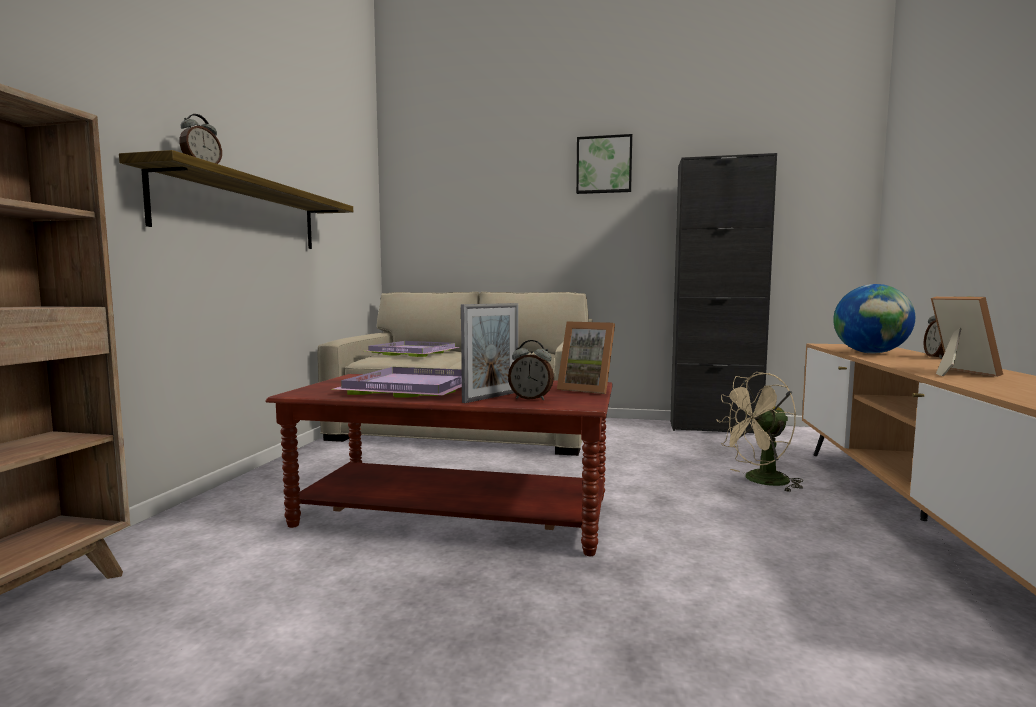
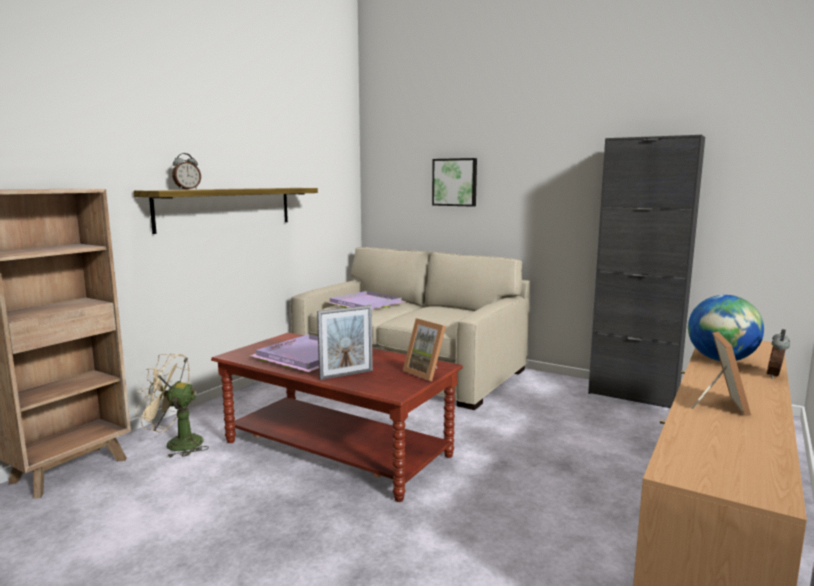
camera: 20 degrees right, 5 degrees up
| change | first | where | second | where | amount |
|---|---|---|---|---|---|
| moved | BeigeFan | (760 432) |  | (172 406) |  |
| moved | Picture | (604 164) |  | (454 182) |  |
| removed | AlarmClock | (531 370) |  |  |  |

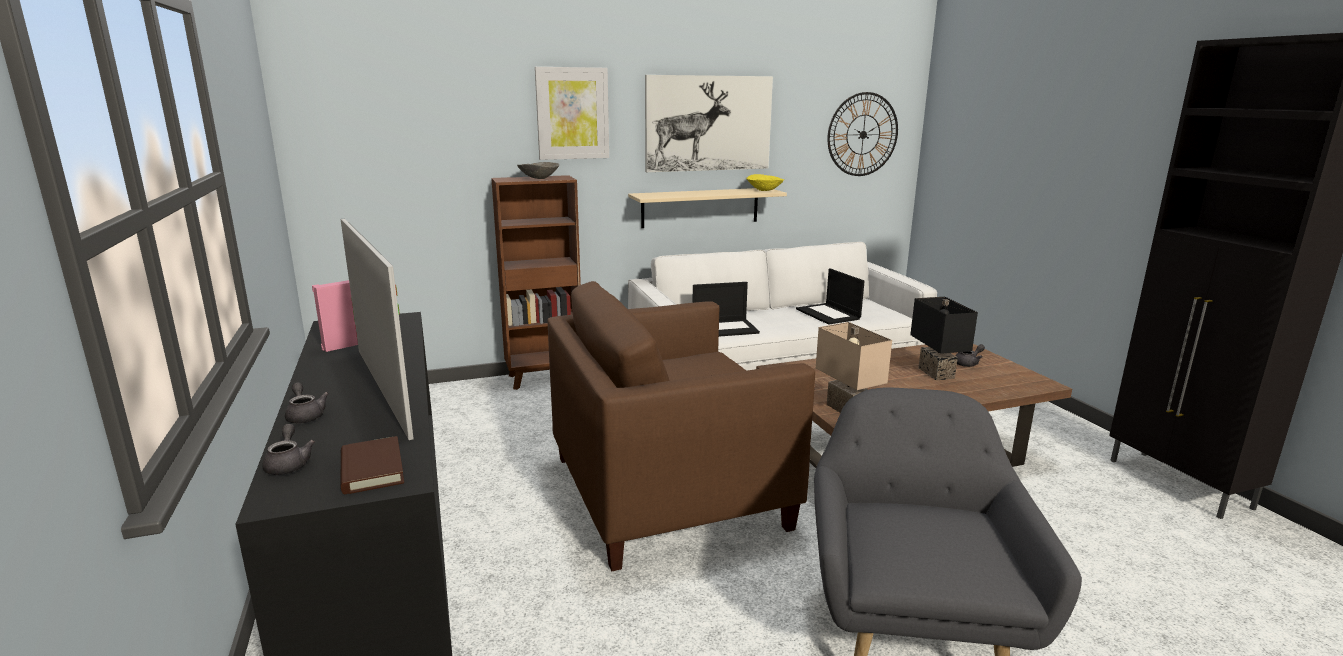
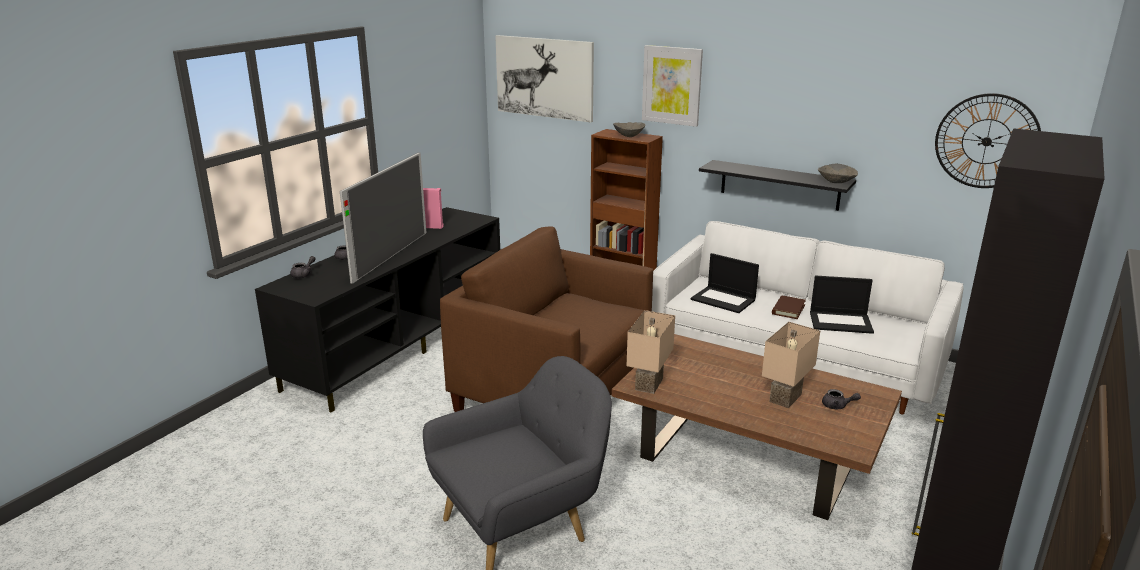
camera: 50 degrees right, 5 degrees up
| change | first | where | second | where | amount |
|---|---|---|---|---|---|
| moved | Picture | (709 123) |  | (544 78) |  |
| recoloured | BeigeShelf | (707 208) | BlackShelf | (777 185) |  |
| recoloured | BlackTableLamp | (944 338) | BeigeTableLamp | (791 365) |  |
| moved | BrownBook | (372 465) |  | (789 307) |  |
| turned | Laptop | (830 296) |  | (842 304) | 105 degrees counterclockwise |
| recoloured | YellowBowl | (765 182) | GreyBowl | (838 173) |  |

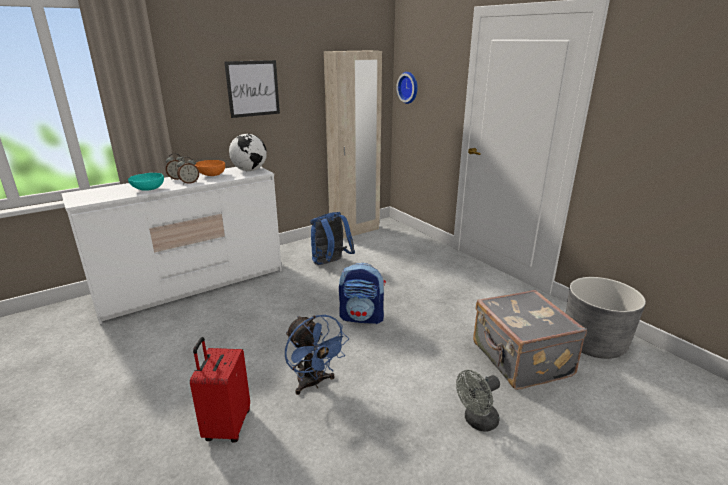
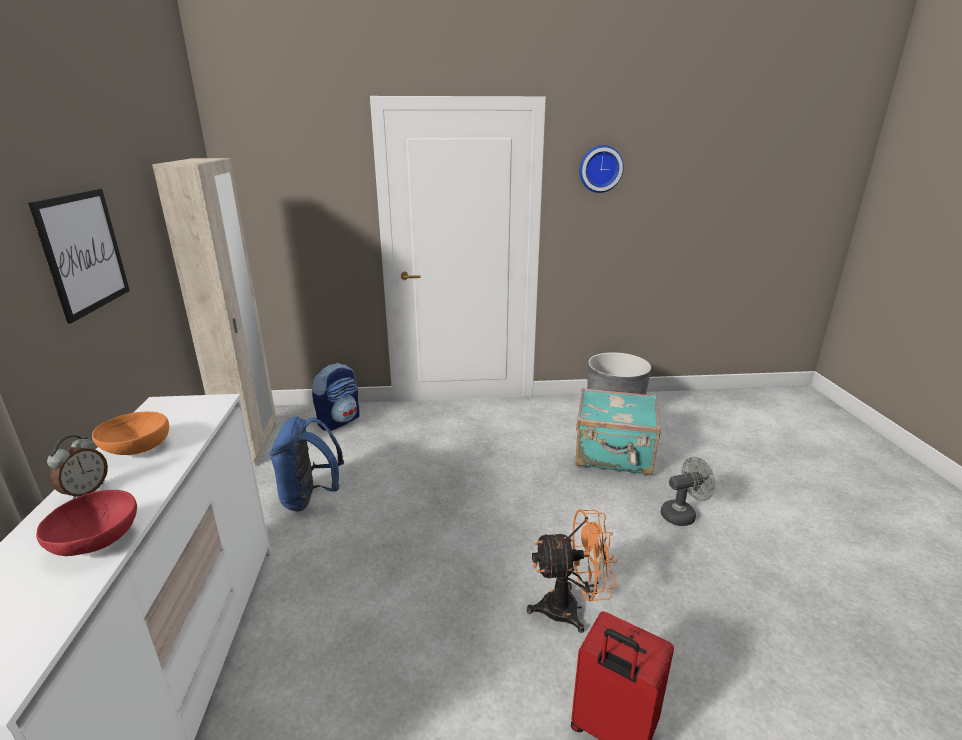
camera: 60 degrees left, 0 degrees up
| change | first | where | second | where | amount |
|---|---|---|---|---|---|
| recoloured | TurquoiseBowl | (146 182) | RedBowl | (86 523) |  |
| moved | Backpack | (362 293) |  | (335 397) |  |
| recoloured | BlueFan | (317 355) | OrangeFan | (572 571) |  |
| recoloured | GreySuitcase | (530 340) | TurquoiseSuitcase | (618 431) |  |
| moved | WallClock | (407 88) |  | (601 169) |  |
| turned | GreyFan | (478 400) |  | (688 491) | 105 degrees counterclockwise |
| removed | AlarmClock | (188 170) |  |  |  |
| removed | Globe | (248 152) |  |  |  |

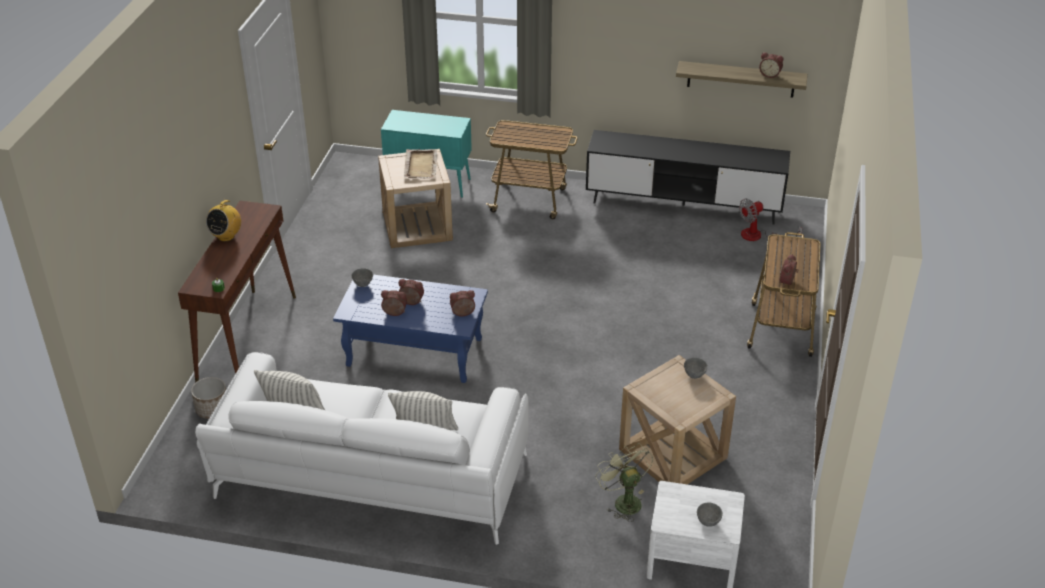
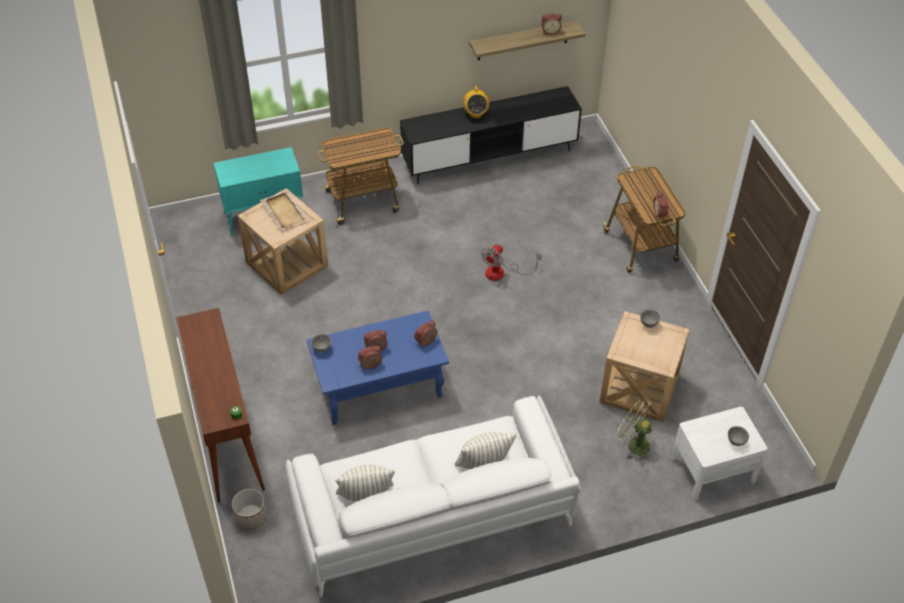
camera: 30 degrees left, 10 degrees up
| change | first | where | second | where | amount |
|---|---|---|---|---|---|
| moved | Radio | (223 219) |  | (476 102) |  |
| moved | Fan | (771 222) |  | (511 262) |  |

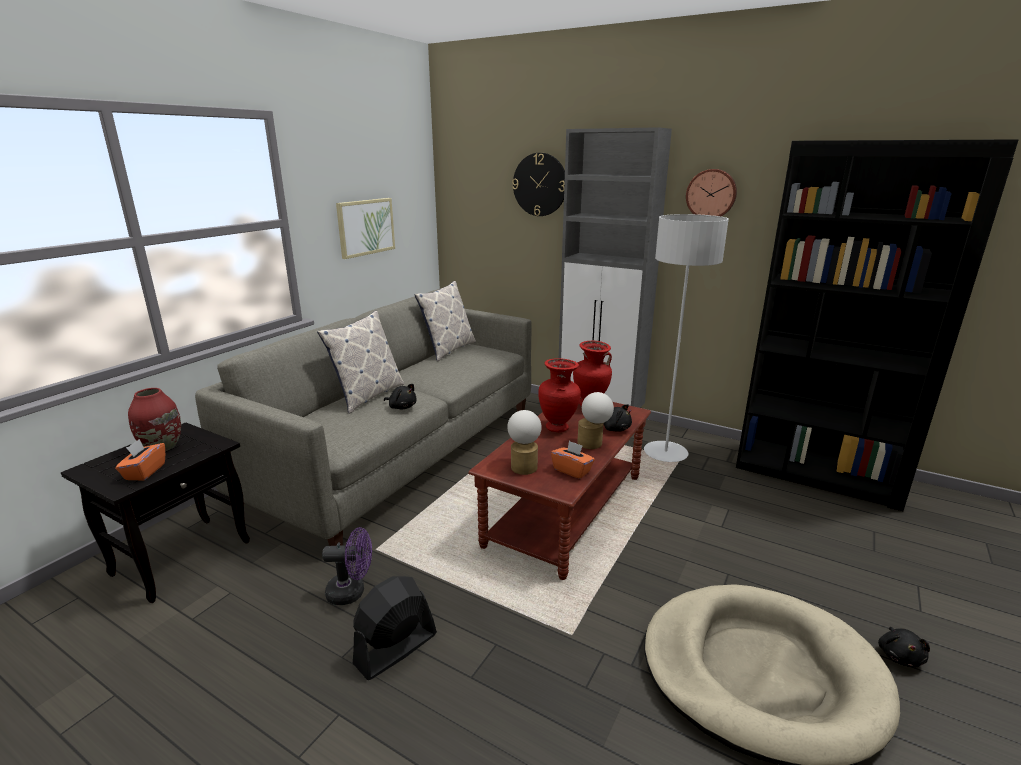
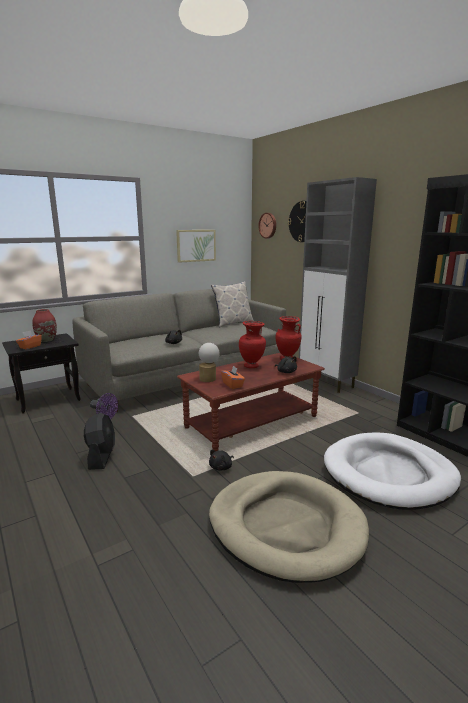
camera: 25 degrees right, 5 degrees down
| change | first | where | second | where | amount |
|---|---|---|---|---|---|
| turned | BlackFan | (395 628) |  | (99 441) | 105 degrees clockwise |
| moved | BlackPlushToy | (904 647) |  | (221 460) |  |
| moved | WallClock | (711 192) |  | (267 226) |  |
| added |  |  | WhiteDogBed | (392 471) |  |
| removed | Pillow | (360 362) |  |  |  |
| removed | TableLamp | (595 420) |  |  |  |
| removed | GreyFloorLamp | (686 338) |  |  |  |

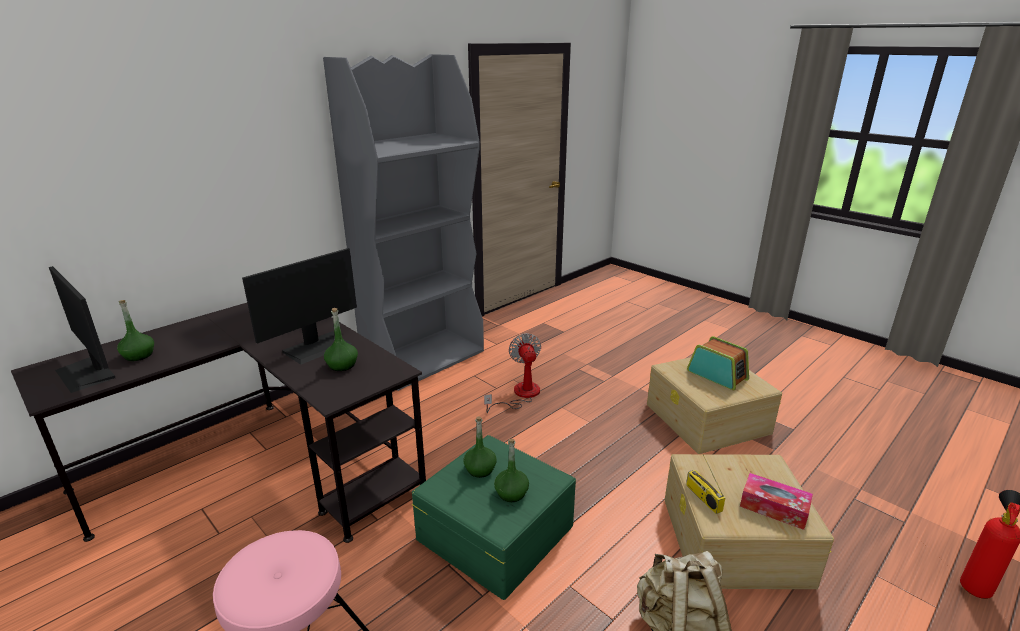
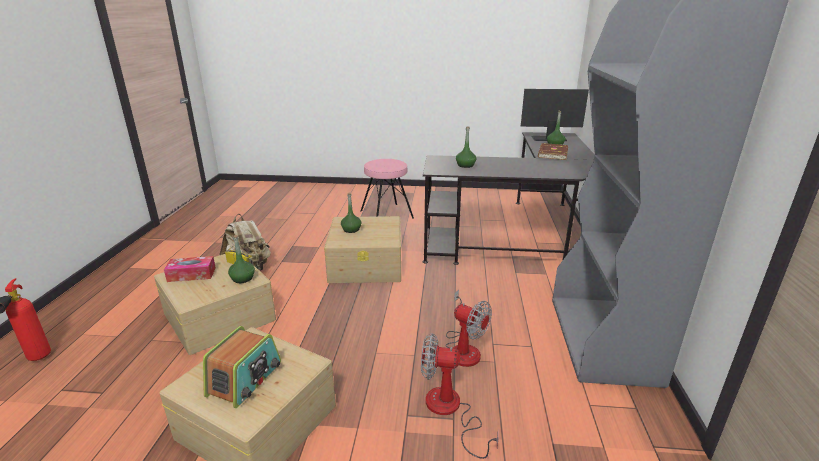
camera: 140 degrees right, 0 degrees up
| change | first | where | second | where | amount |
|---|---|---|---|---|---|
| turned | Radio | (718 363) |  | (242 367) | 75 degrees counterclockwise |
| moved | GreenBottle | (480 447) |  | (241 259) |  |
| recoloured | GreenStorageBox | (494 517) | BeigeStorageBox | (362 249) |  |
| added |  |  | Fan | (460 396) |  |
| added |  |  | BrownBook | (553 151) |  |
| removed | Monitor | (299 306) |  |  |  |

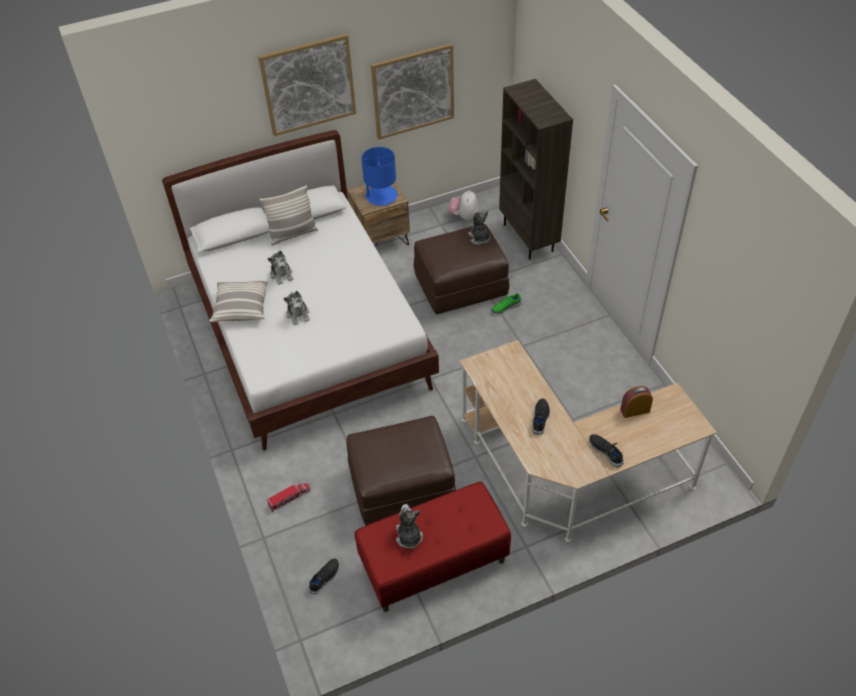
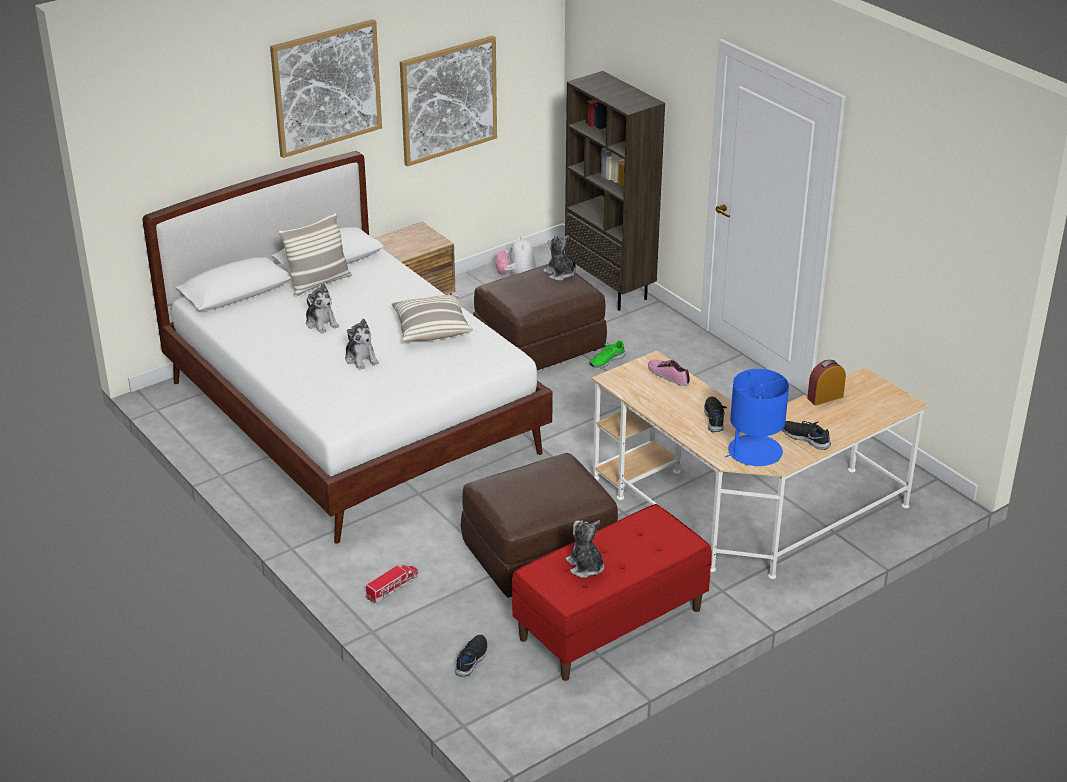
camera: 15 degrees left, 15 degrees down
| change | first | where | second | where | amount |
|---|---|---|---|---|---|
| moved | Pillow | (239 301) |  | (432 318) |  |
| added |  |  | Shoe | (669 373) |  |
| moved | BlueTableLamp | (379 176) |  | (757 417) |  |

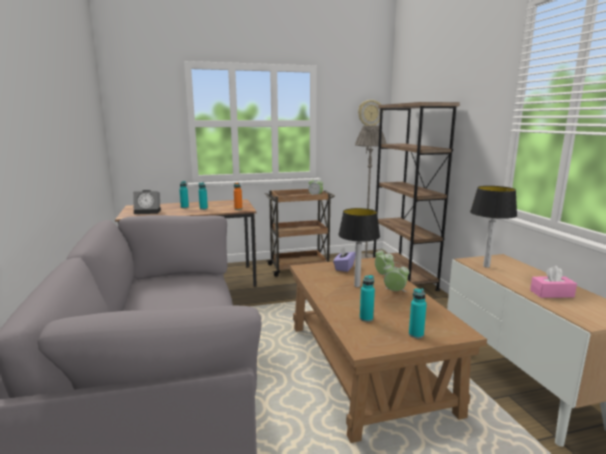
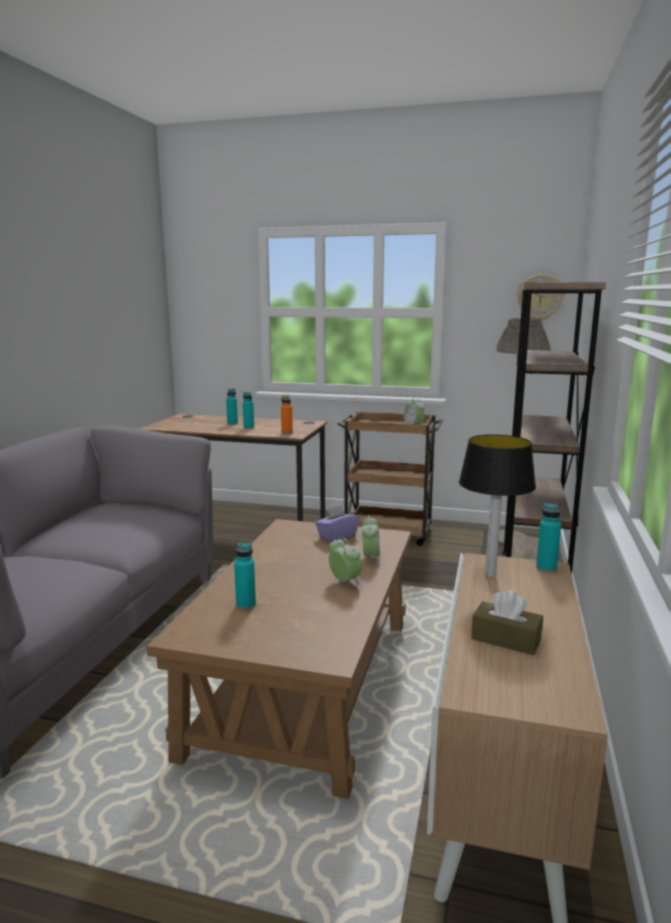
camera: 30 degrees right, 0 degrees up
| change | first | where | second | where | amount |
|---|---|---|---|---|---|
| recoloured | PinkTissueBox | (553 282) | BrownTissueBox | (507 622) |  |
| moved | TurquoiseBottle | (418 313) |  | (548 537) |  |
| removed | AlarmClock | (147 202) |  |  |  |
| removed | TableLamp | (359 247) |  |  |  |

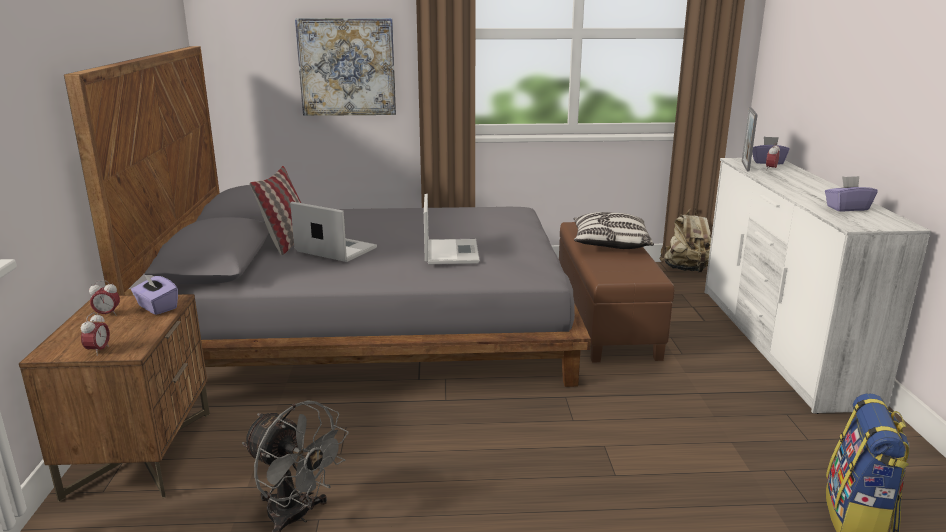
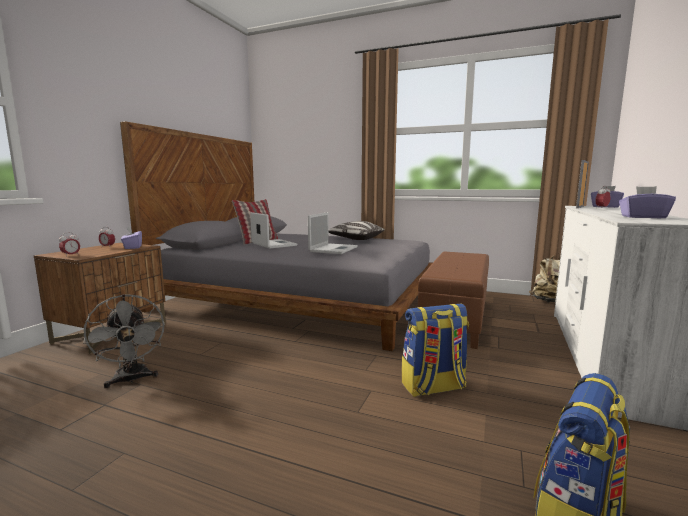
camera: 25 degrees right, 10 degrees down
| change | first | where | second | where | amount |
|---|---|---|---|---|---|
| moved | Pillow | (613 230) |  | (357 230) |  |
| added |  |  | Backpack | (435 350) |  |
| removed | Picture | (345 67) |  |  |  |

